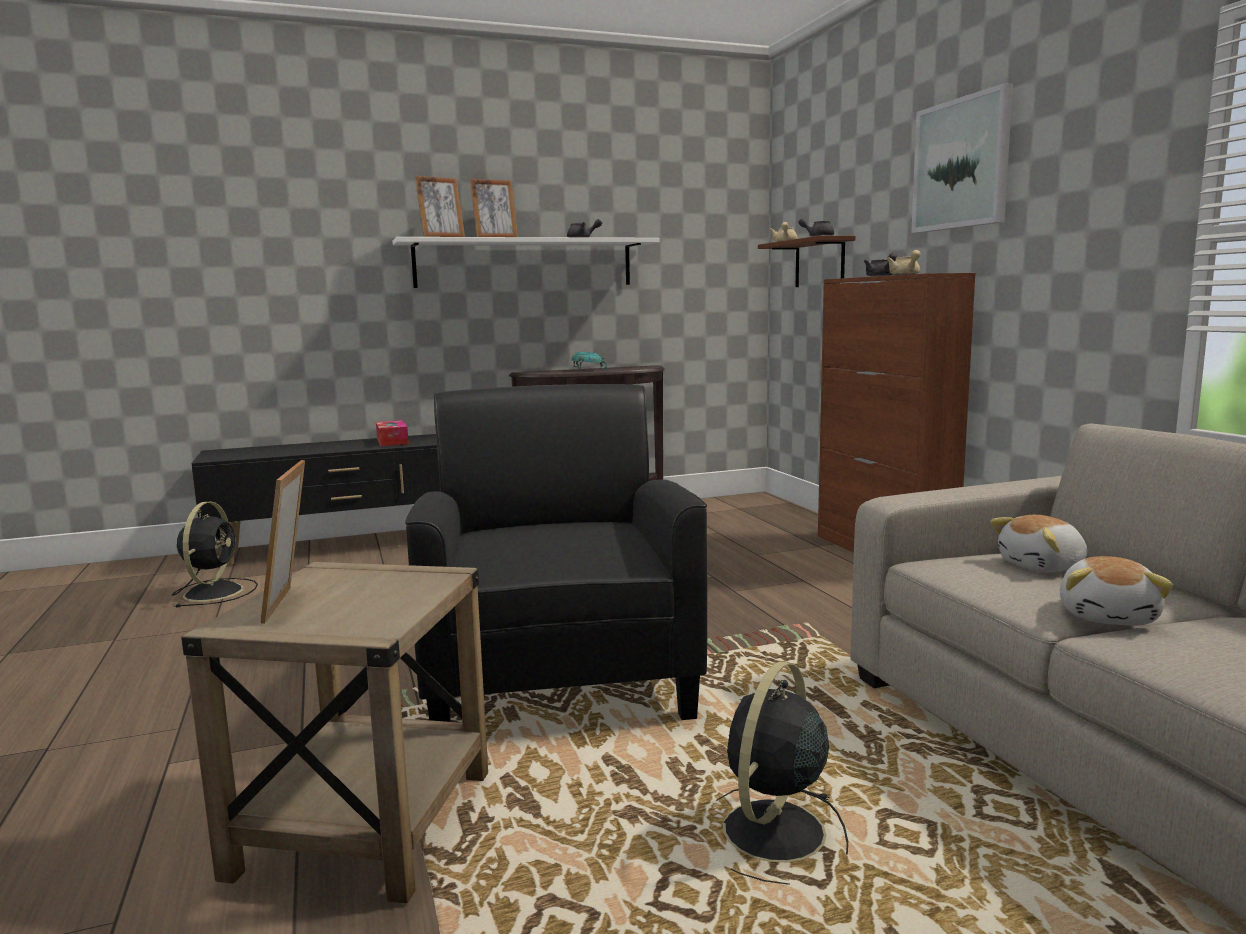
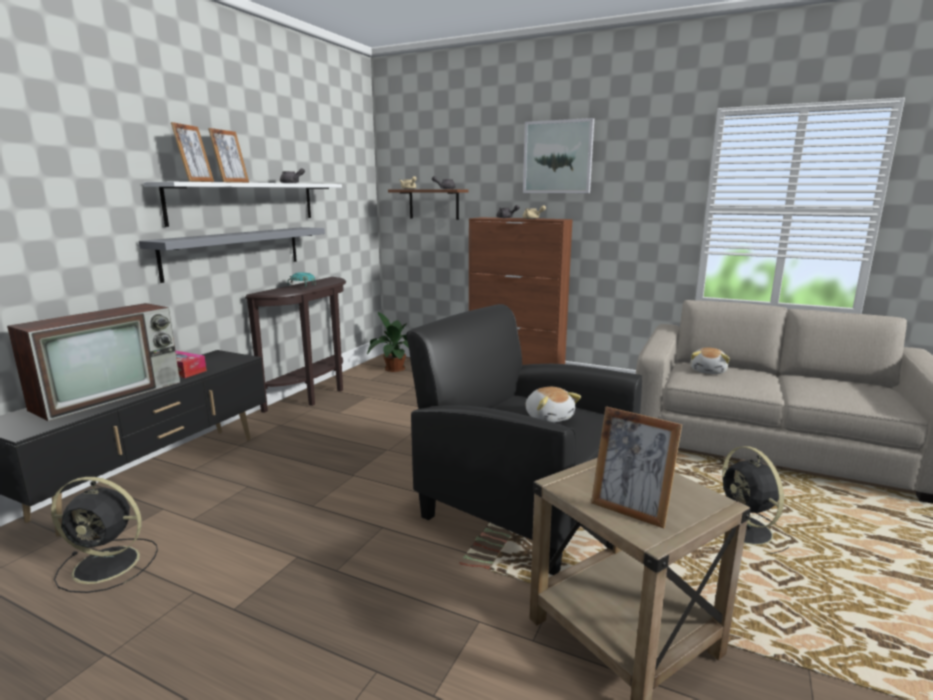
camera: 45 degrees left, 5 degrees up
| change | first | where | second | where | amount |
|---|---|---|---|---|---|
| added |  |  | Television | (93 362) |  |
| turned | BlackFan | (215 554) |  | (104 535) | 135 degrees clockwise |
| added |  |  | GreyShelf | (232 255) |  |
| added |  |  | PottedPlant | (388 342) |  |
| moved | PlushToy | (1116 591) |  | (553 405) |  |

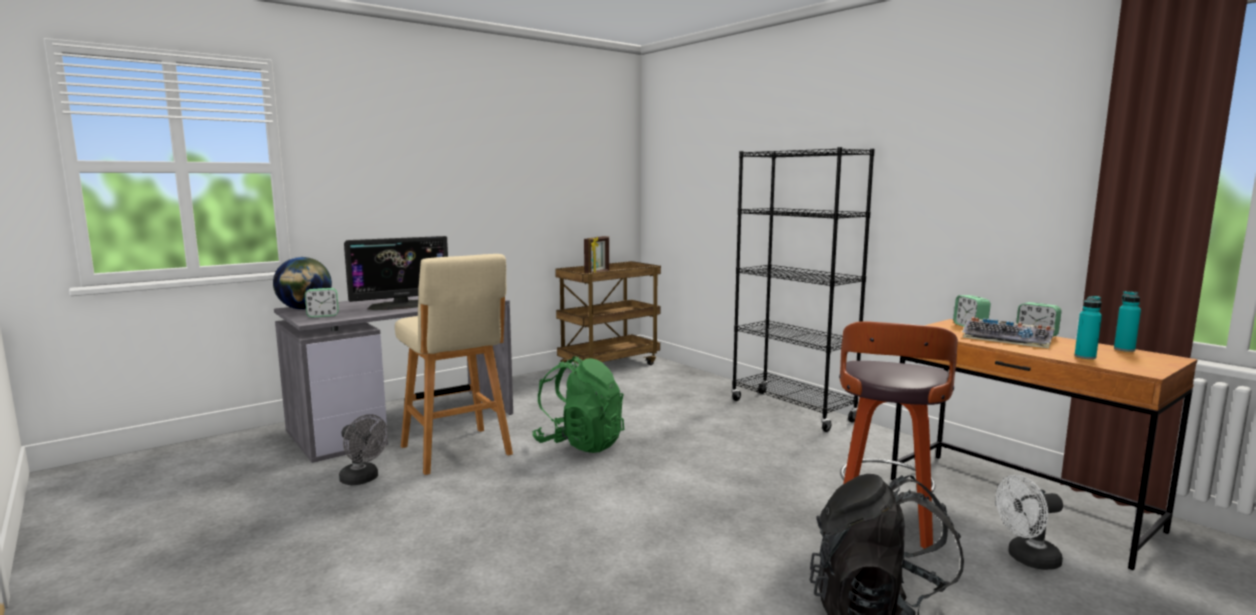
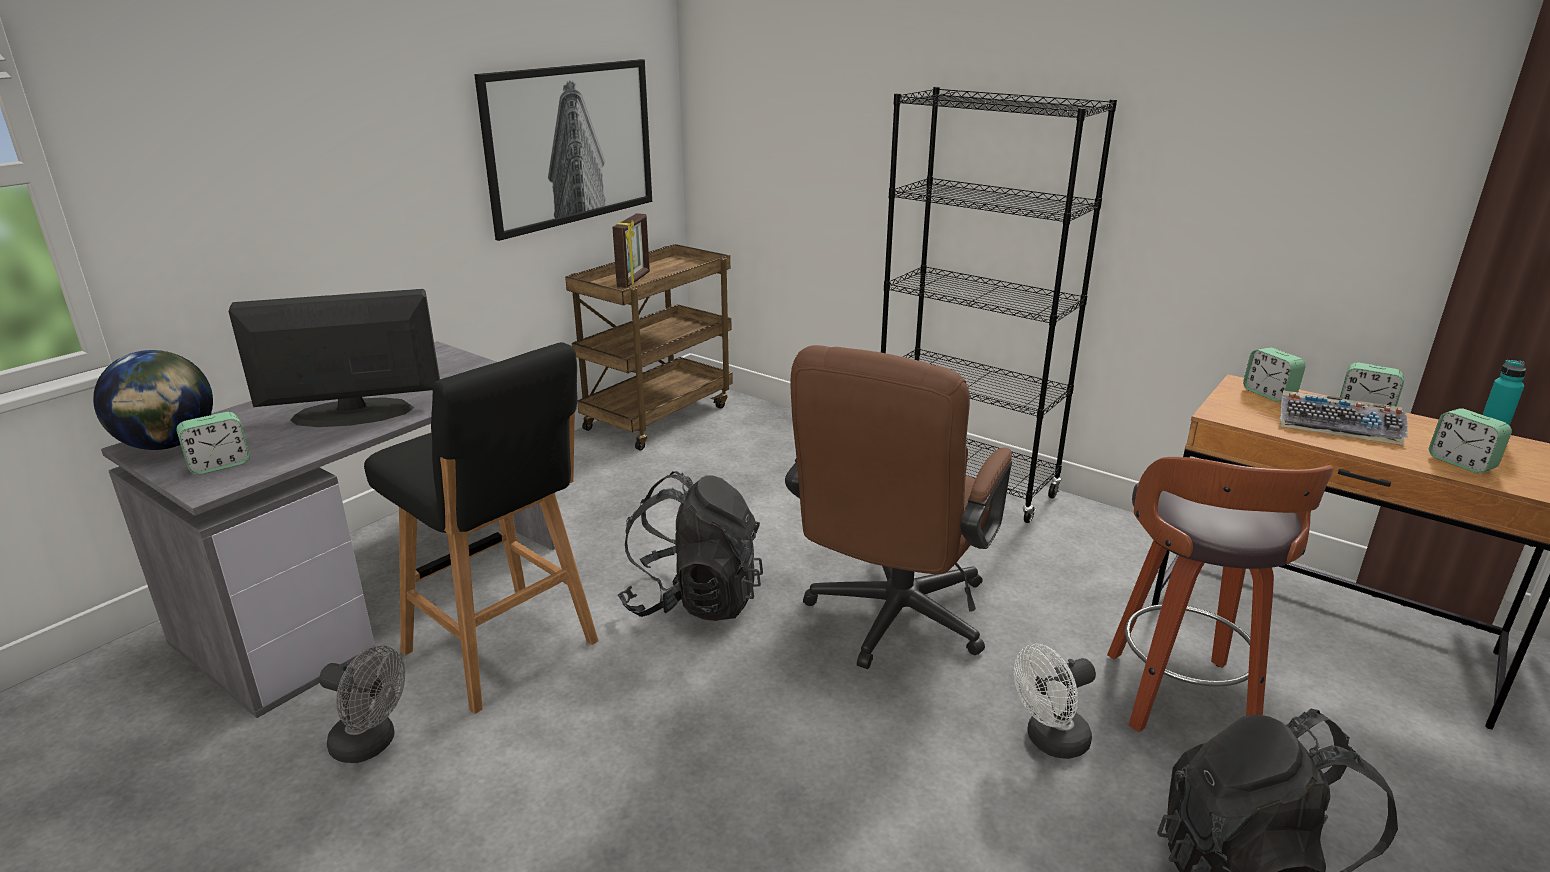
camera: 15 degrees left, 15 degrees up
| change | first | where | second | where | amount |
|---|---|---|---|---|---|
| turned | Monitor | (396 273) |  | (334 358) | 150 degrees counterclockwise |
| recoloured | BeigeStool | (454 364) | BlackStool | (481 528) |  |
| added |  |  | Picture | (563 150) |  |
| recoloured | GreenBackpack | (578 404) | BlackBackpack | (690 546) |  |
| added |  |  | BrownOfficeChair | (898 507) |  |
| moved | WhiteFan | (1029 522) |  | (1055 701) |  |
| replaced | TurquoiseBottle | (1088 327) | AlarmClock | (1470 440) |  |

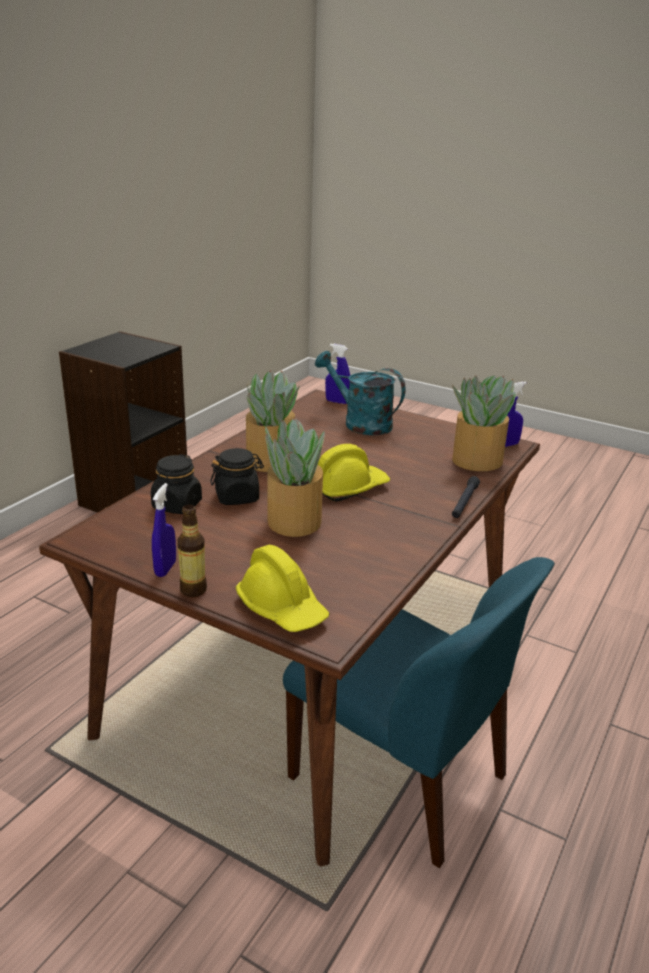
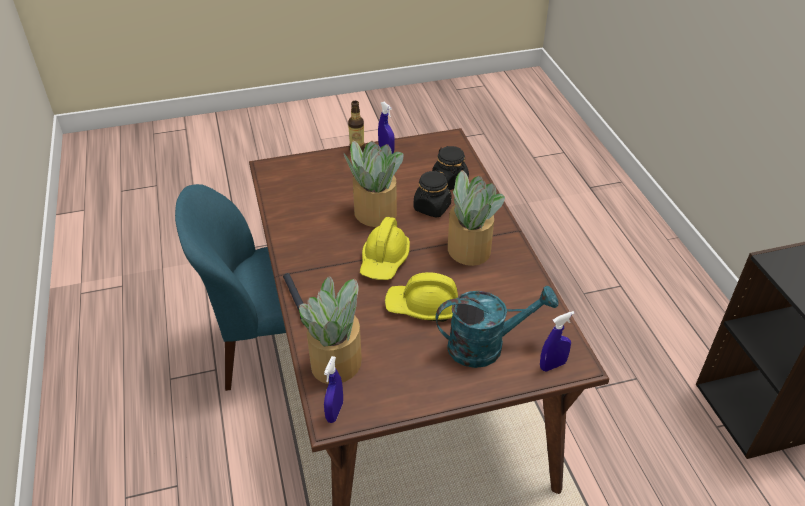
camera: 135 degrees right, 15 degrees up
| change | first | where | second | where | amount |
|---|---|---|---|---|---|
| moved | YellowHardHat | (282 588) |  | (421 297) |  |

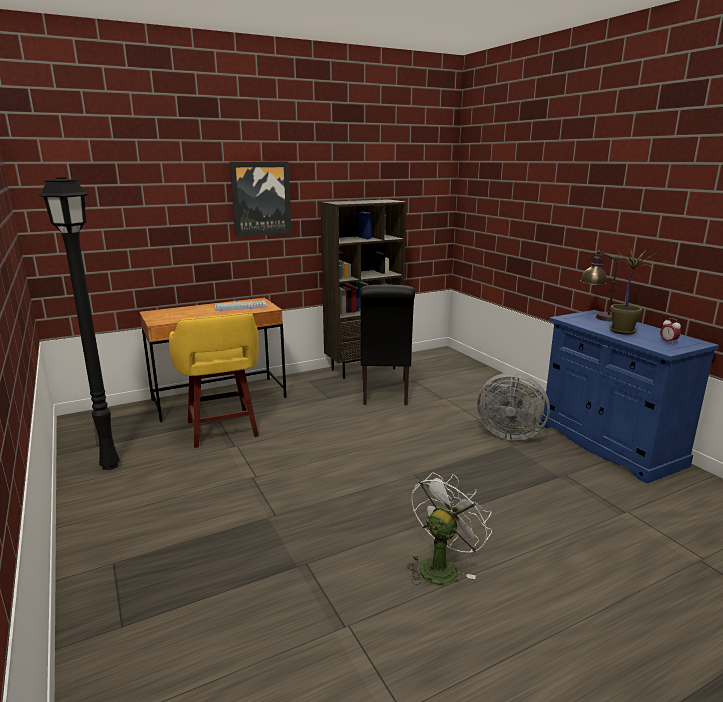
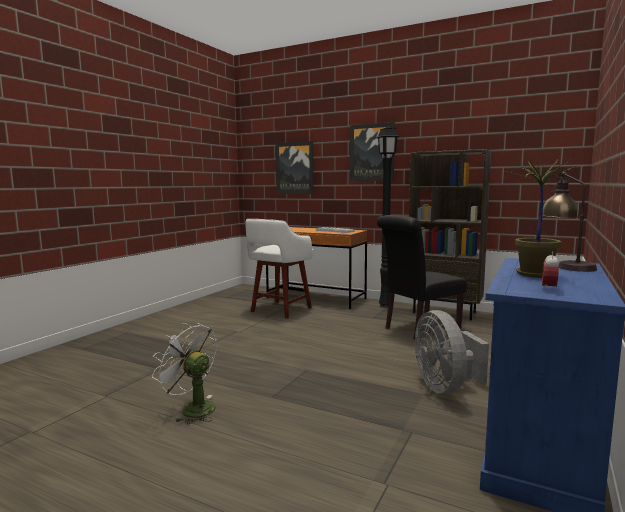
camera: 55 degrees right, 10 degrees down
| change | first | where | second | where | amount |
|---|---|---|---|---|---|
| turned | WhiteFan | (449 529) |  | (184 373) | 150 degrees counterclockwise |
| recoloured | YellowStool | (214 380) | WhiteStool | (279 269) |  |
| added |  |  | Picture | (295 167) |  |
| moved | BlackFloorLamp | (78 323) |  | (388 217) |  |

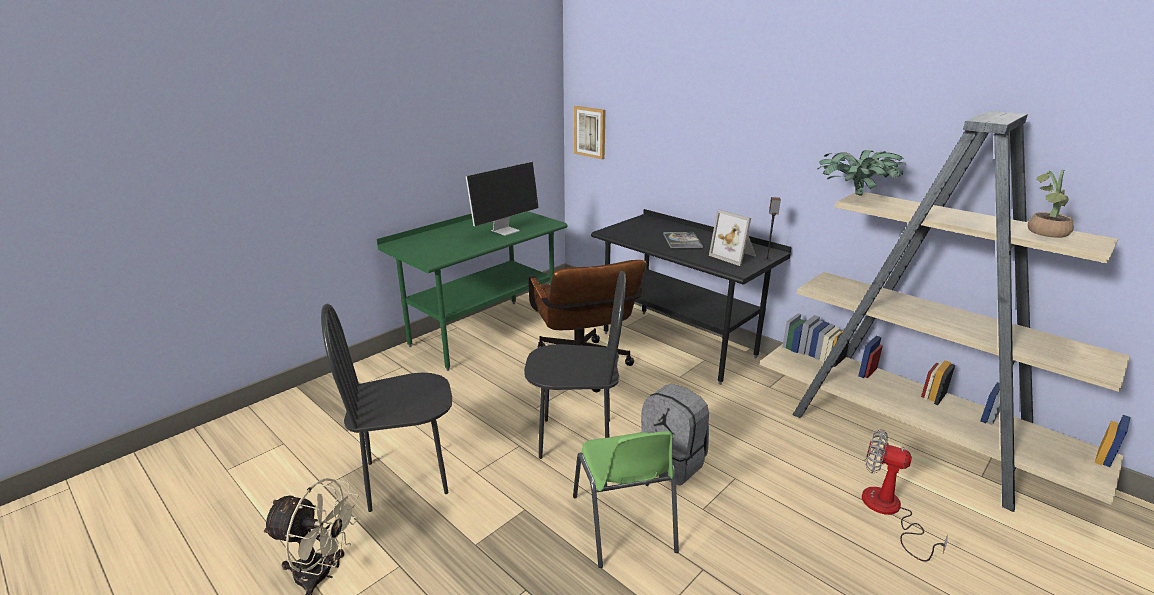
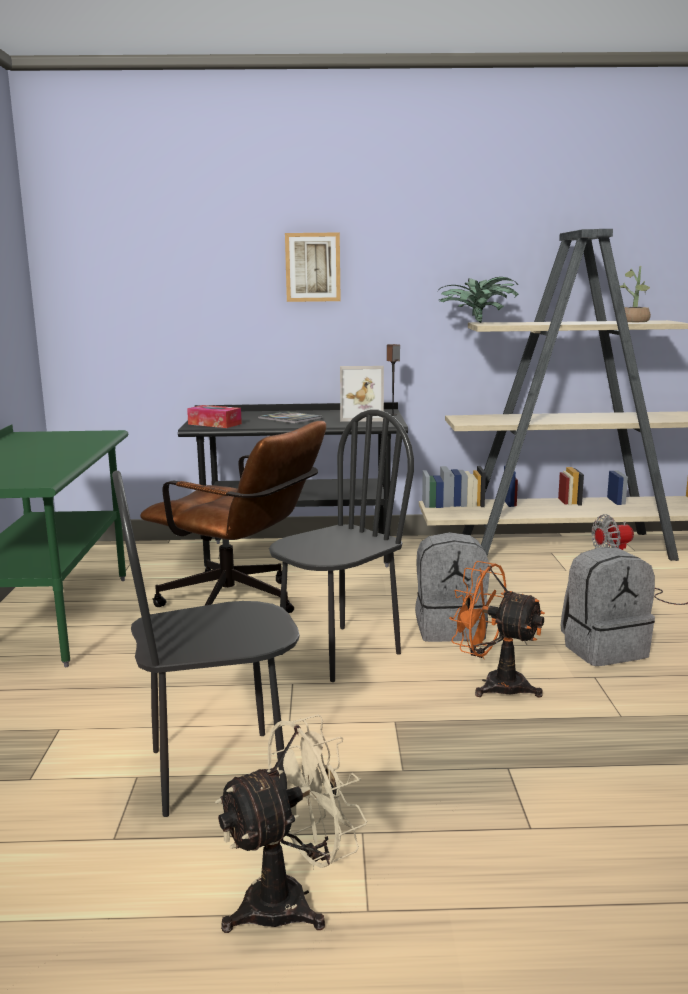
camera: 45 degrees left, 10 degrees down
| change | first | where | second | where | amount |
|---|---|---|---|---|---|
| turned | BlackChair | (386 408) |  | (206 644) | 45 degrees clockwise |
| added |  |  | TissueBox | (214 416) |  |
| moved | Picture | (589 132) |  | (313 267) |  |
| replaced | GreenChair | (626 499) | OrangeFan | (497 629) |  |
| added |  |  | GreyBackpack | (608 606) |  |
| removed | Monitor | (502 199) |  |  |  |

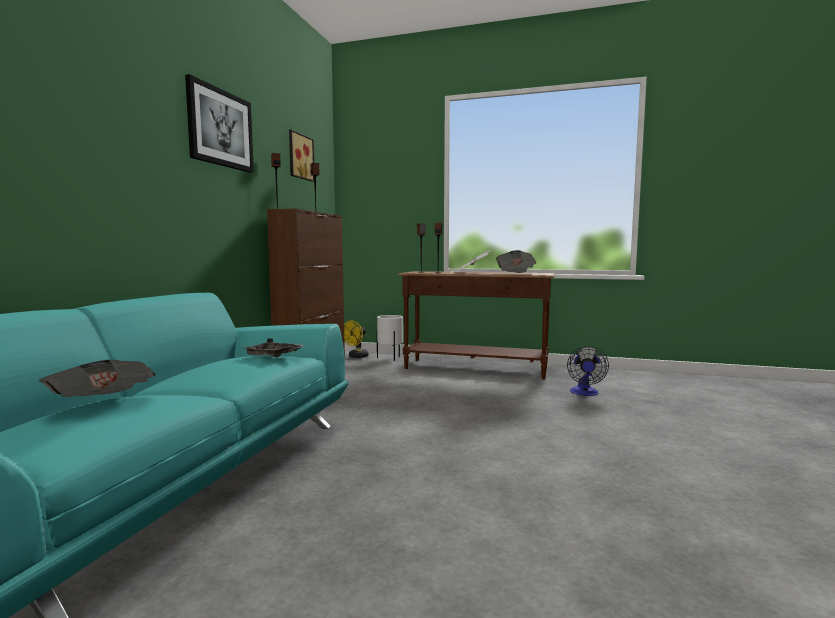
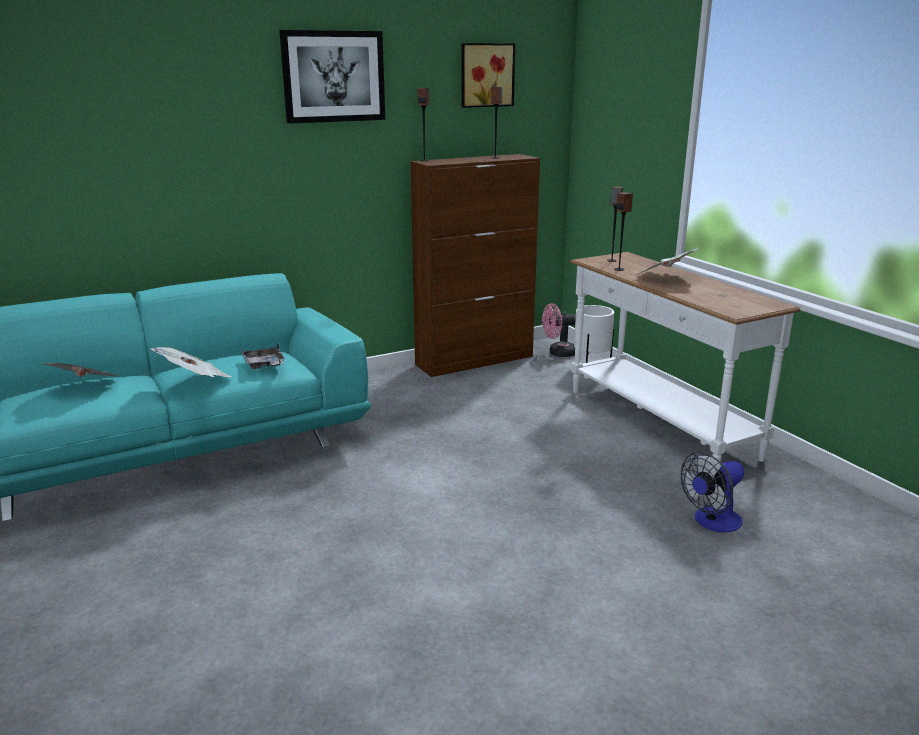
camera: 45 degrees right, 15 degrees up
| change | first | where | second | where | amount |
|---|---|---|---|---|---|
| moved | Newspaper | (516 261) |  | (191 362) |  |
| recoloured | YellowFan | (356 339) | PinkFan | (559 330) |  |
| recoloured | BrownConsoleTable | (476 325) | WhiteConsoleTable | (685 357) |  |

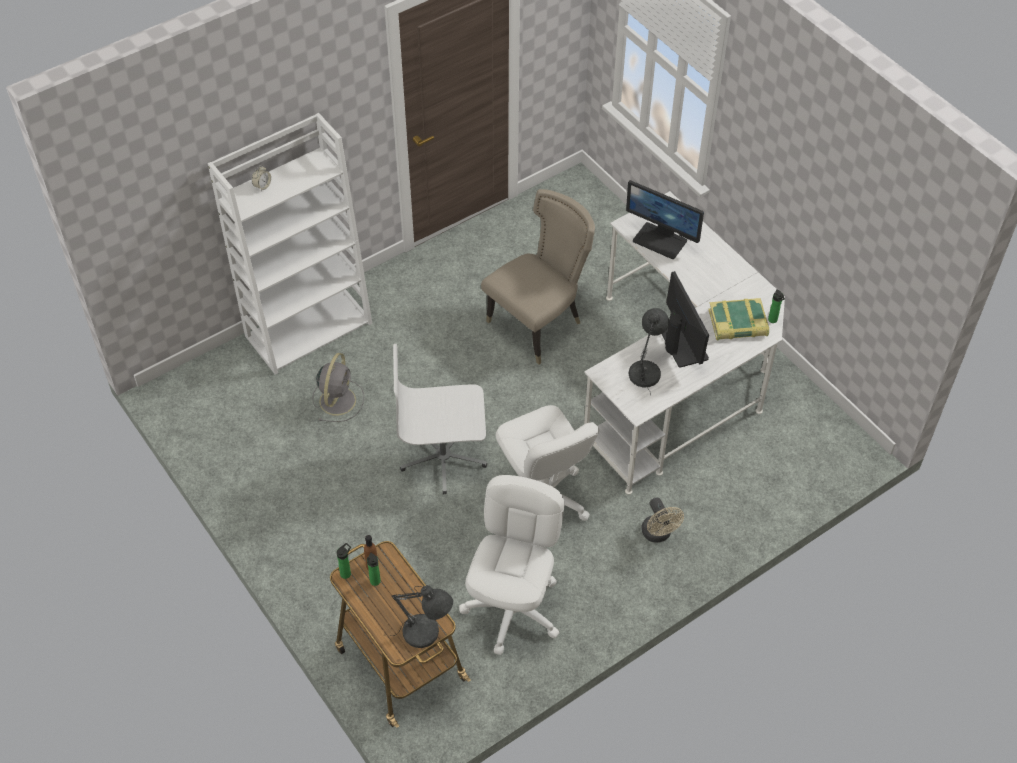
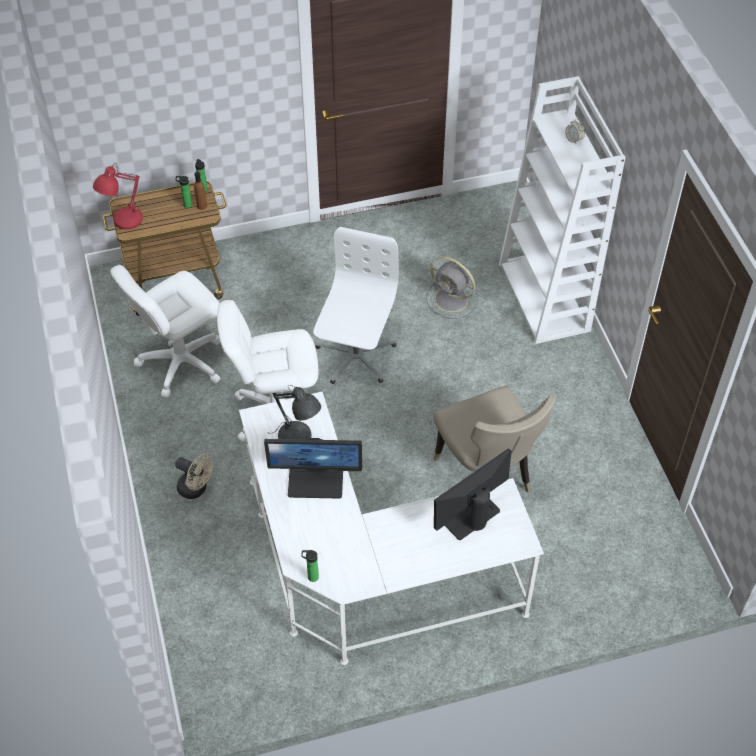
camera: 110 degrees right, 0 degrees up
| change | first | where | second | where | amount |
|---|---|---|---|---|---|
| recoloured | GreyTableLamp | (421 616) | RedTableLamp | (118 196) |  |
| turned | WhiteOfficeChair | (511 565) |  | (165 331) | 105 degrees clockwise |
| turned | BeigeFan | (662 520) |  | (194 476) | 150 degrees counterclockwise |
| removed | Book | (738 319) |  |  |  |

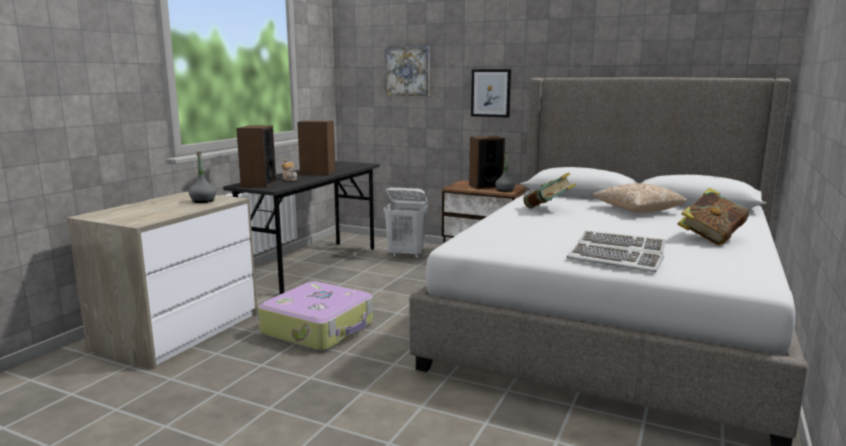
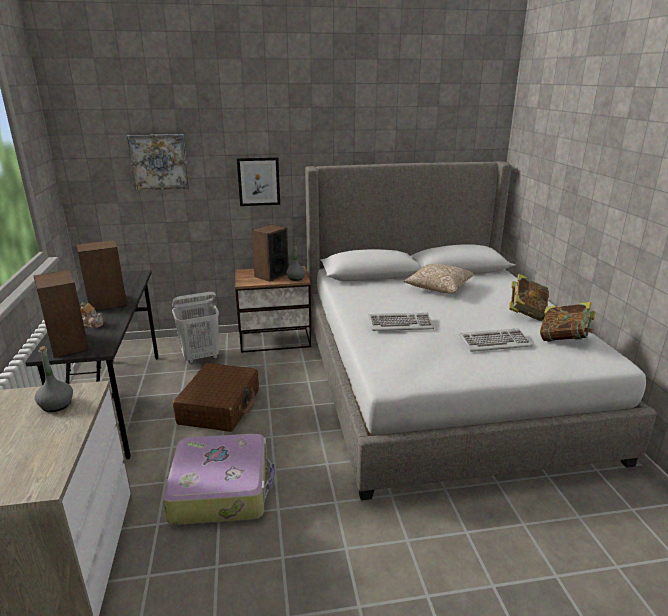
camera: 35 degrees left, 10 degrees up
| change | first | where | second | where | amount |
|---|---|---|---|---|---|
| added |  |  | BrownSuitcase | (216 397) |  |
| moved | Keyboard | (615 257) |  | (401 321) |  |
| moved | Book | (549 190) |  | (567 322) |  |

